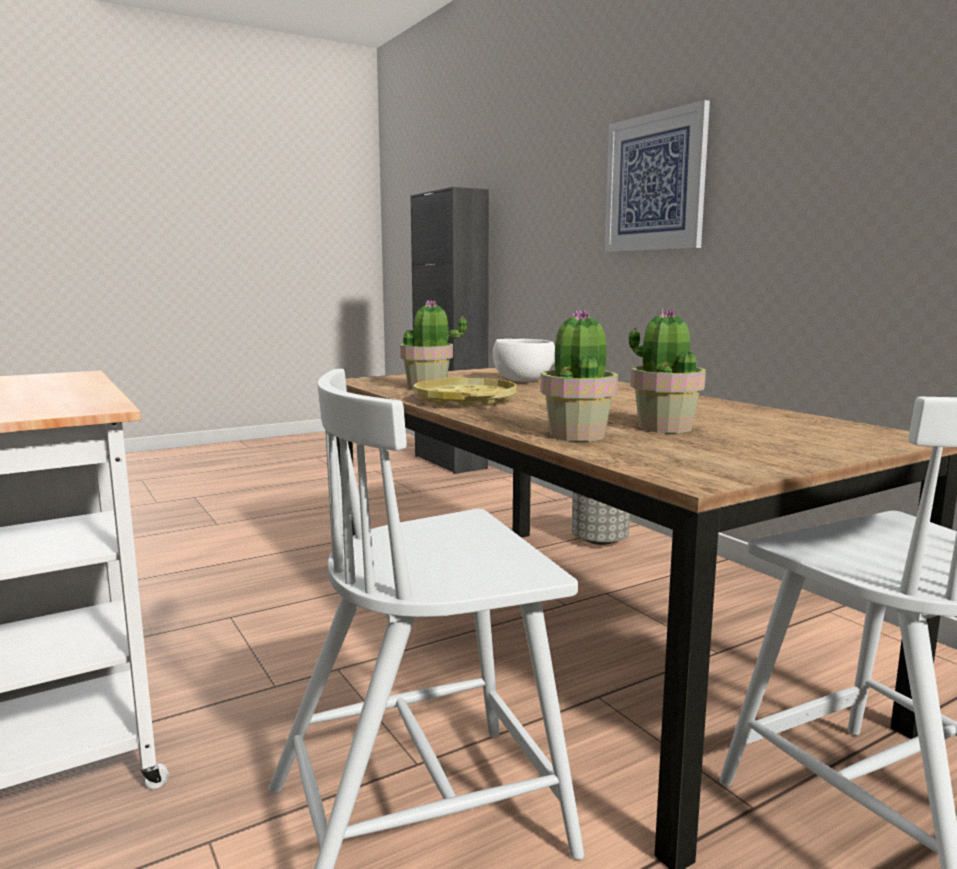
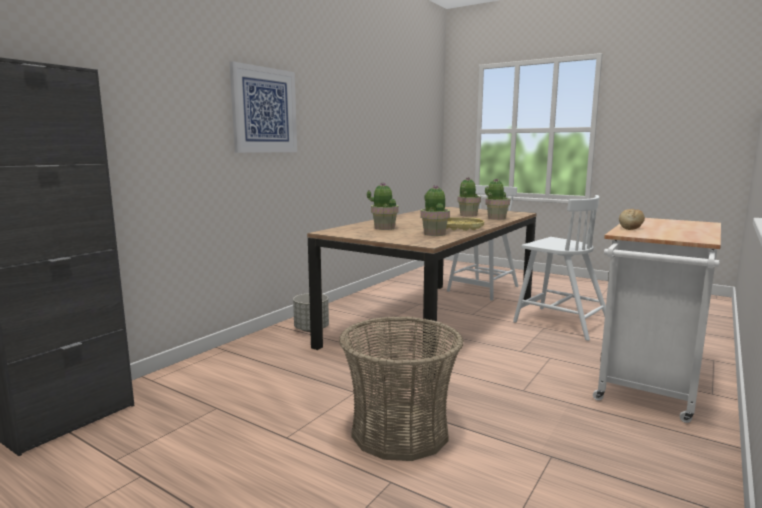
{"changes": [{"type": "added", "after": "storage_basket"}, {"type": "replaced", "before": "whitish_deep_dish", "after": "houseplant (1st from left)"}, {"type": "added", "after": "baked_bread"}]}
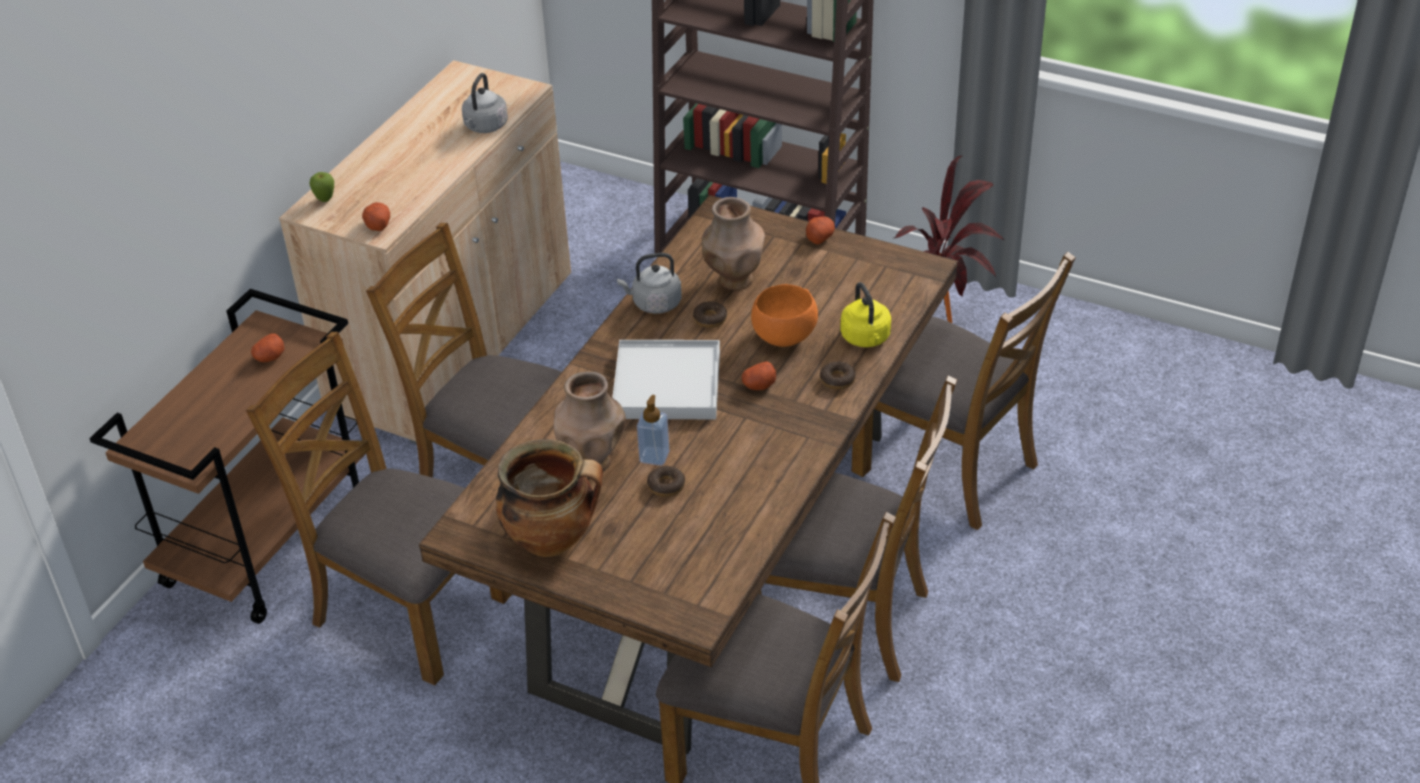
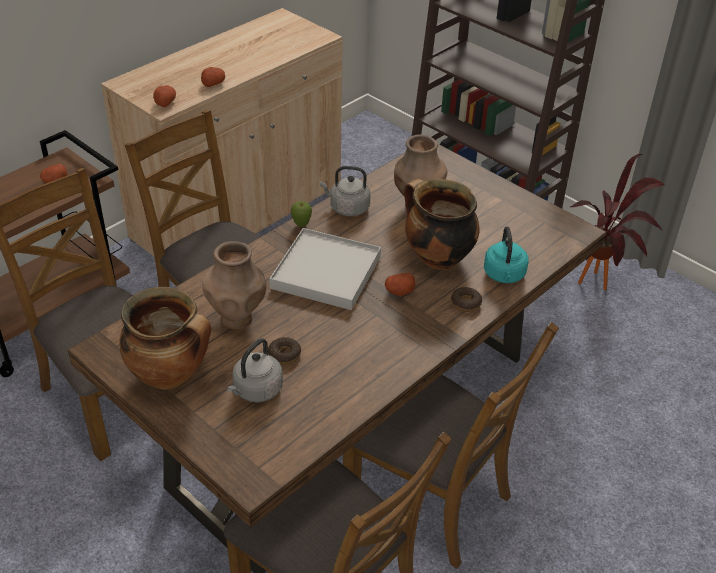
{"changes": [{"type": "moved", "before": "whole_potato (4th from left in the first image)", "after": "whole_potato (3rd from left)"}, {"type": "moved", "before": "grey_kettle (1st from left)"}, {"type": "moved", "before": "apple_fruit"}, {"type": "replaced", "before": "orangey_deep_dish", "after": "stockpot (2nd from left)"}, {"type": "recoloured", "before": "yellowish_kettle", "after": "blue-green_kettle"}, {"type": "removed", "before": "soap_dispenser"}, {"type": "removed", "before": "ring_doughnut (2nd from left)"}, {"type": "removed", "before": "brown_upright_chair (5th from left)"}]}
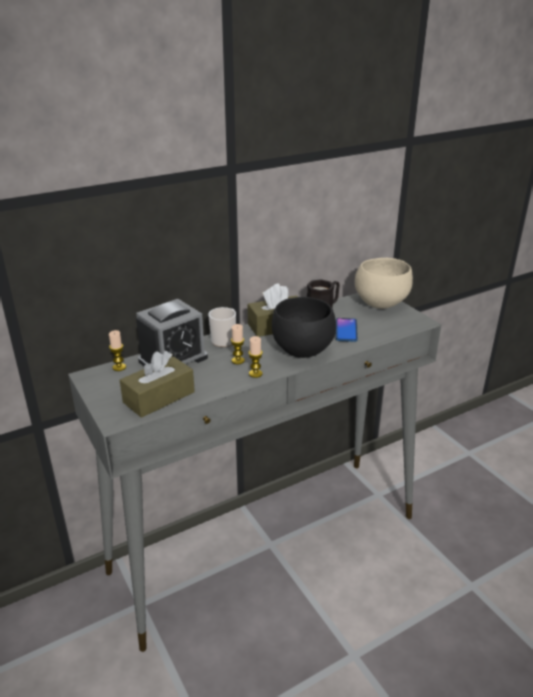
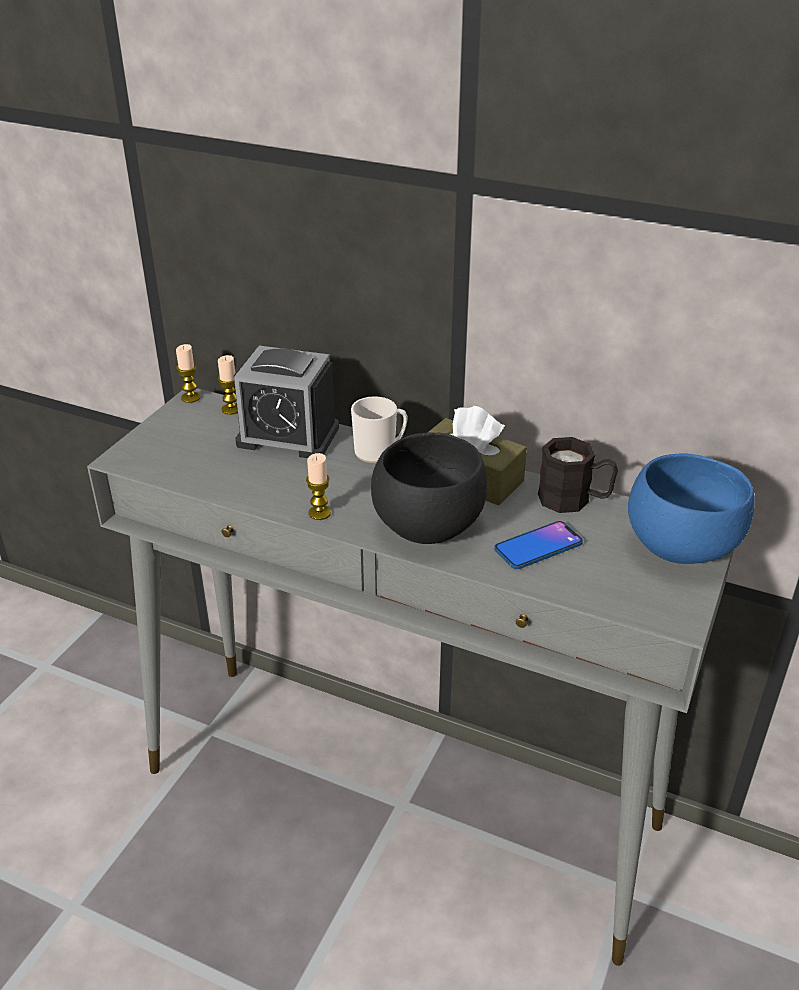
{"changes": [{"type": "moved", "before": "wax_candle (2nd from left in the first image)", "after": "wax_candle (1st from left)"}, {"type": "recoloured", "before": "sand-coloured_deep_dish", "after": "blue-coloured_deep_dish"}, {"type": "removed", "before": "brown_box_of_tissues (1st from left)"}]}
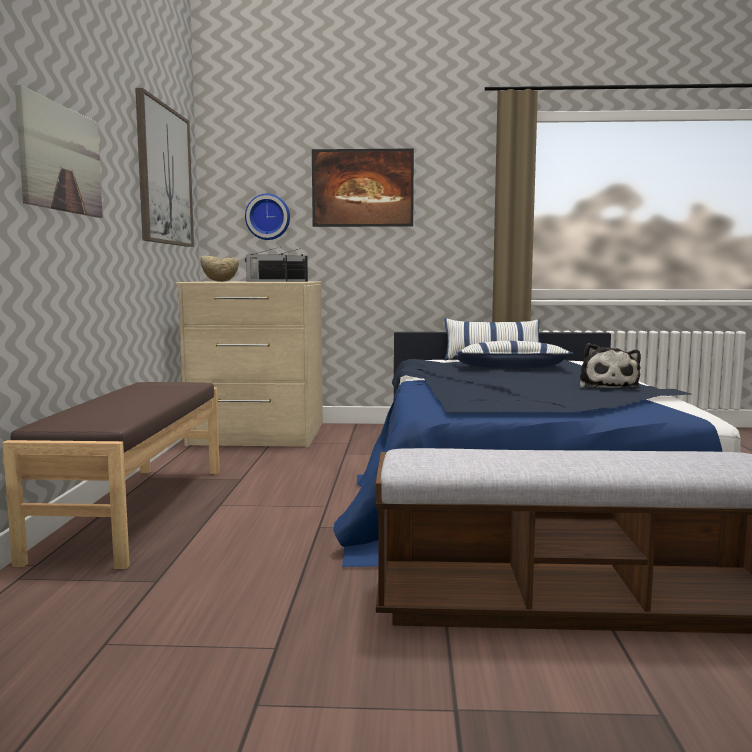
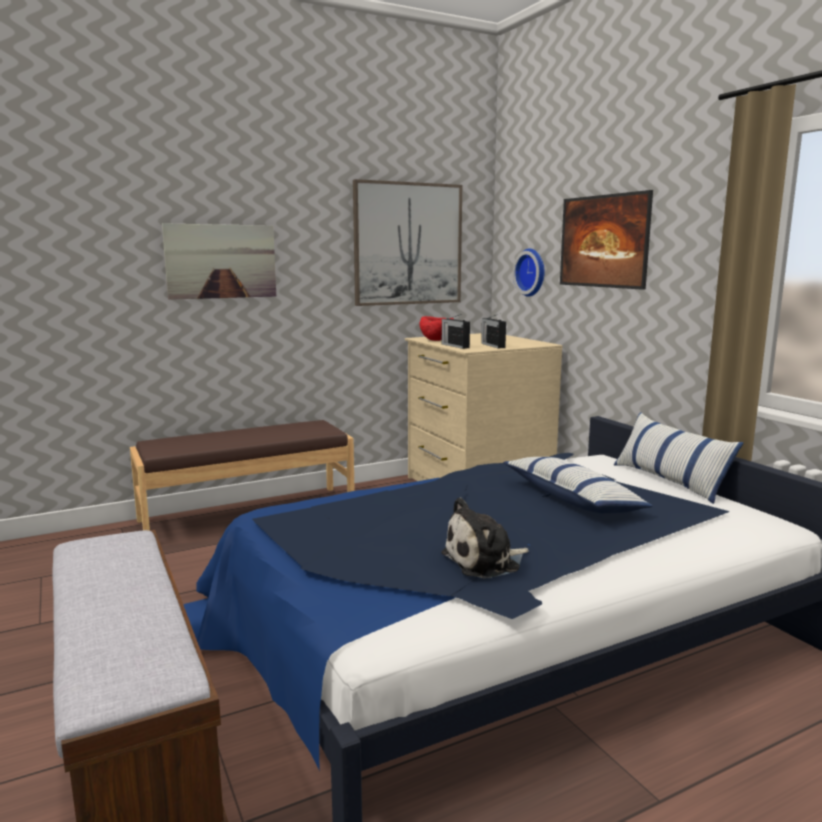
{"changes": [{"type": "recoloured", "before": "sand-coloured_deep_dish", "after": "red_deep_dish"}]}
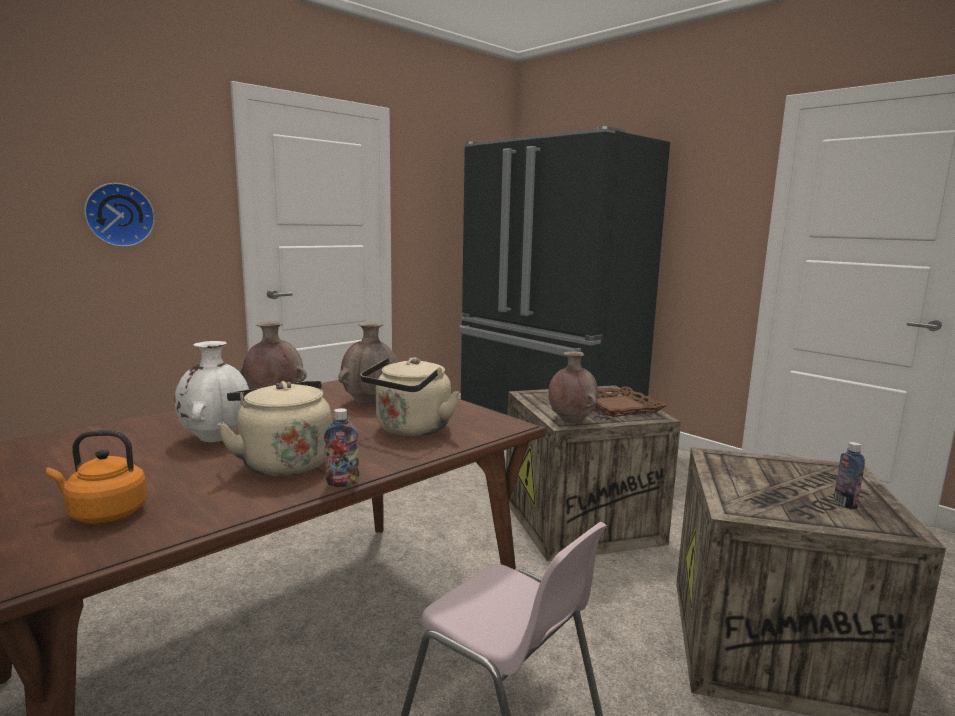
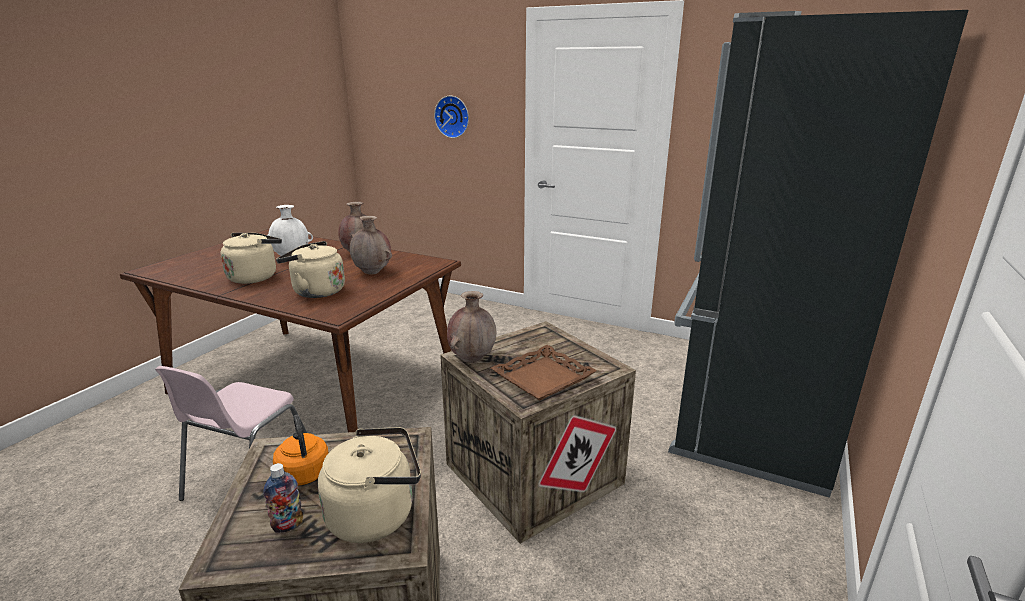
{"changes": [{"type": "moved", "before": "orangey_kettle"}, {"type": "added", "after": "sand-coloured_kettle (3rd from left)"}, {"type": "removed", "before": "beverage_bottle (1st from left)"}]}
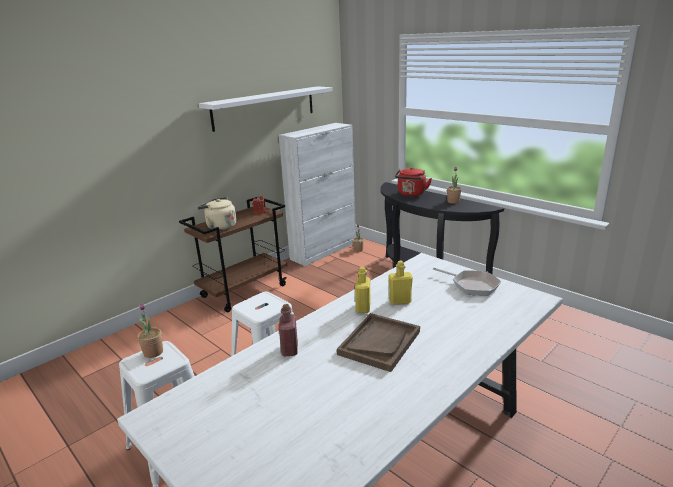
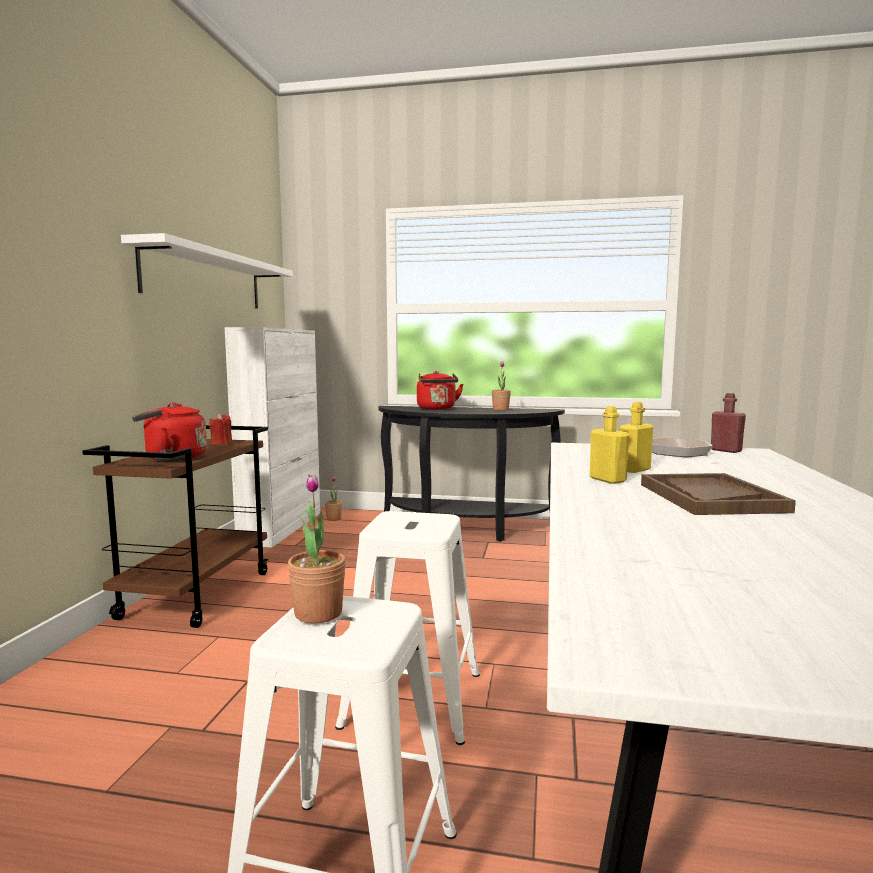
{"changes": [{"type": "recoloured", "before": "sand-coloured_kettle", "after": "red_kettle (1st from left)"}, {"type": "moved", "before": "red_beverage_bottle"}]}
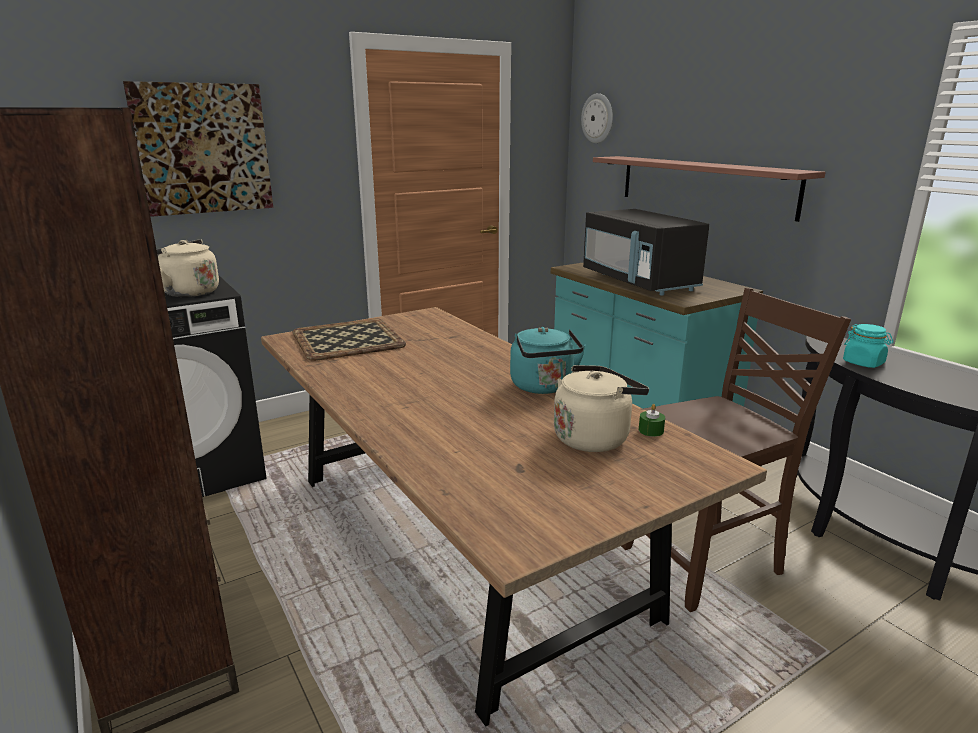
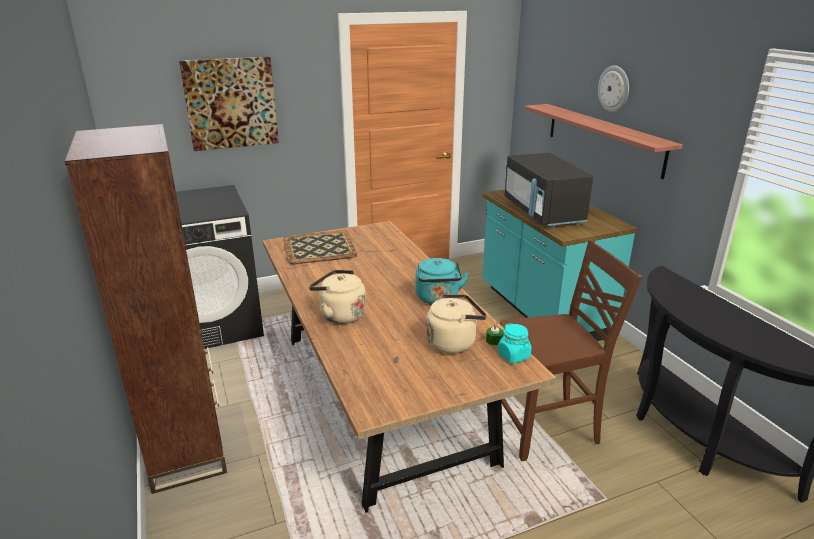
{"changes": [{"type": "moved", "before": "sand-coloured_kettle (1st from left)"}, {"type": "moved", "before": "blue-green_preserve_jar"}, {"type": "moved", "before": "clock_on_the_wall"}]}
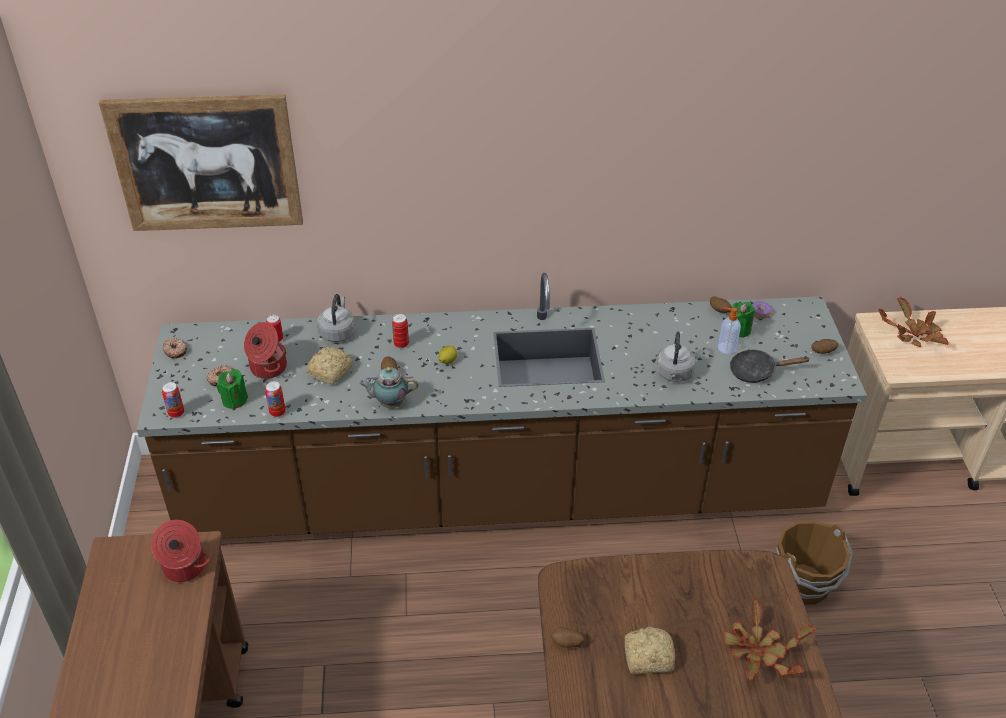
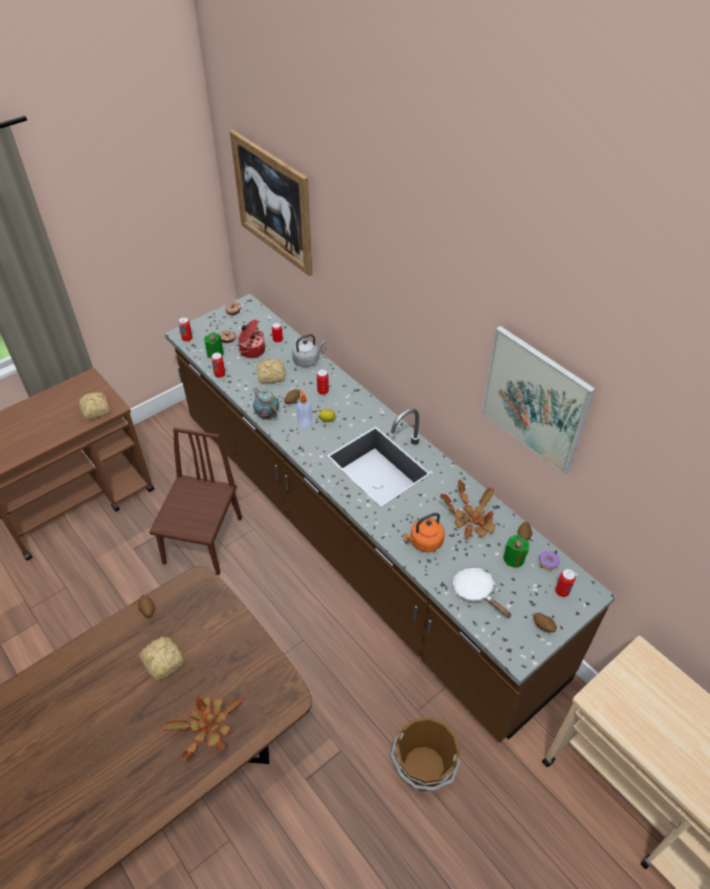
{"changes": [{"type": "replaced", "before": "stockpot (1st from left)", "after": "baked_bread (1st from left)"}, {"type": "added", "after": "brown_upright_chair"}, {"type": "moved", "before": "soap_dispenser"}, {"type": "recoloured", "before": "grey_kettle (2nd from left)", "after": "orangey_kettle"}, {"type": "moved", "before": "houseplant (2nd from left)"}, {"type": "recoloured", "before": "black_pan", "after": "whitish_pan"}, {"type": "added", "after": "picture (2nd from left)"}, {"type": "added", "after": "can (5th from left)"}]}
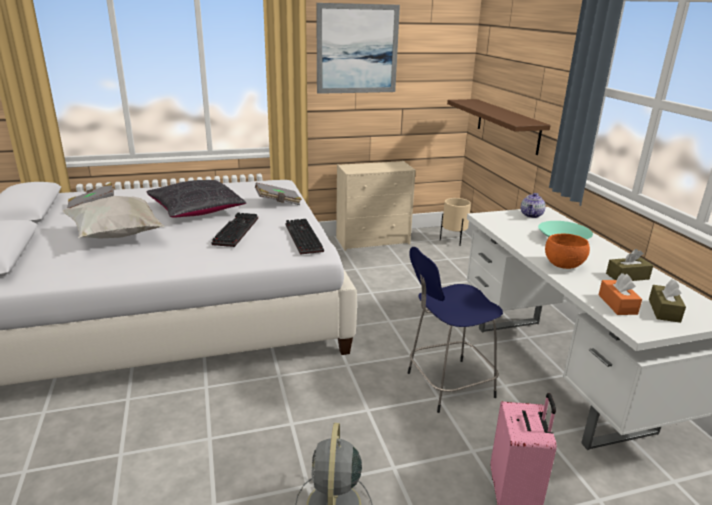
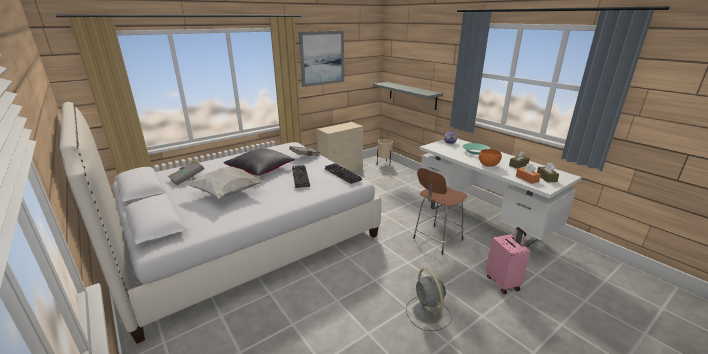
{"changes": [{"type": "recoloured", "before": "brown_wall_shelf", "after": "grey_wall_shelf"}, {"type": "recoloured", "before": "blue-coloured_stool", "after": "brown_stool"}]}
